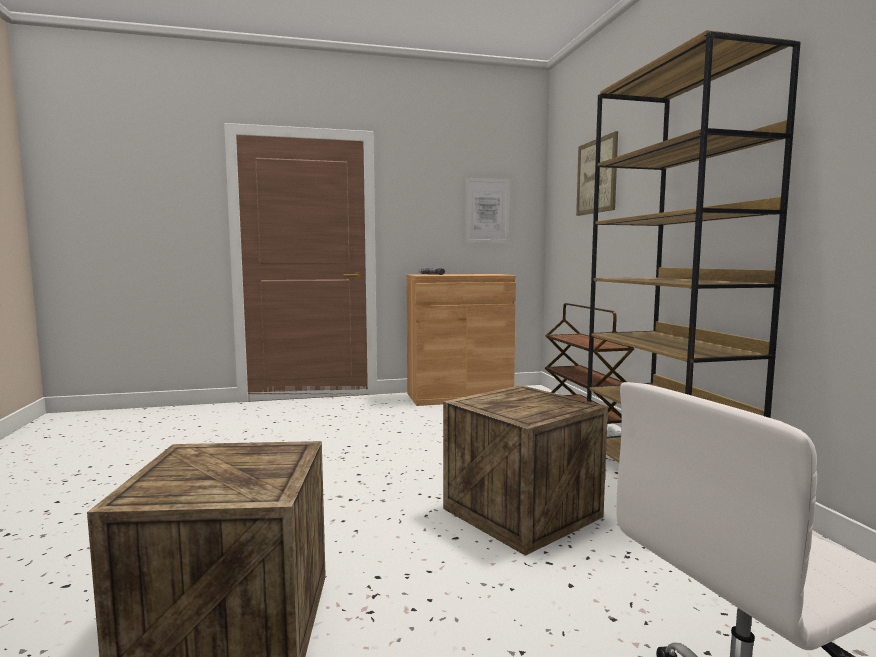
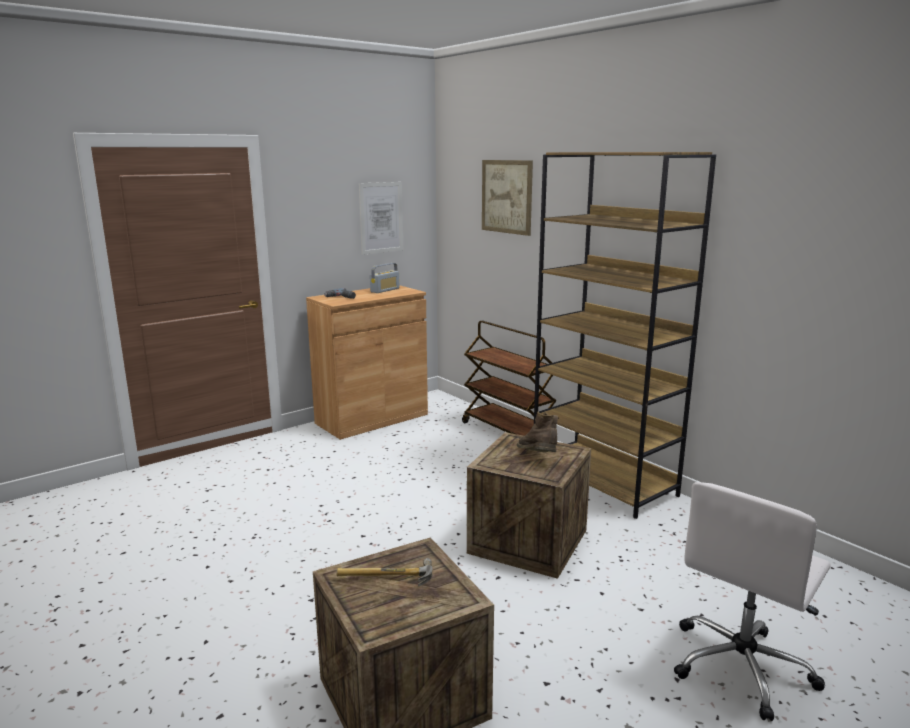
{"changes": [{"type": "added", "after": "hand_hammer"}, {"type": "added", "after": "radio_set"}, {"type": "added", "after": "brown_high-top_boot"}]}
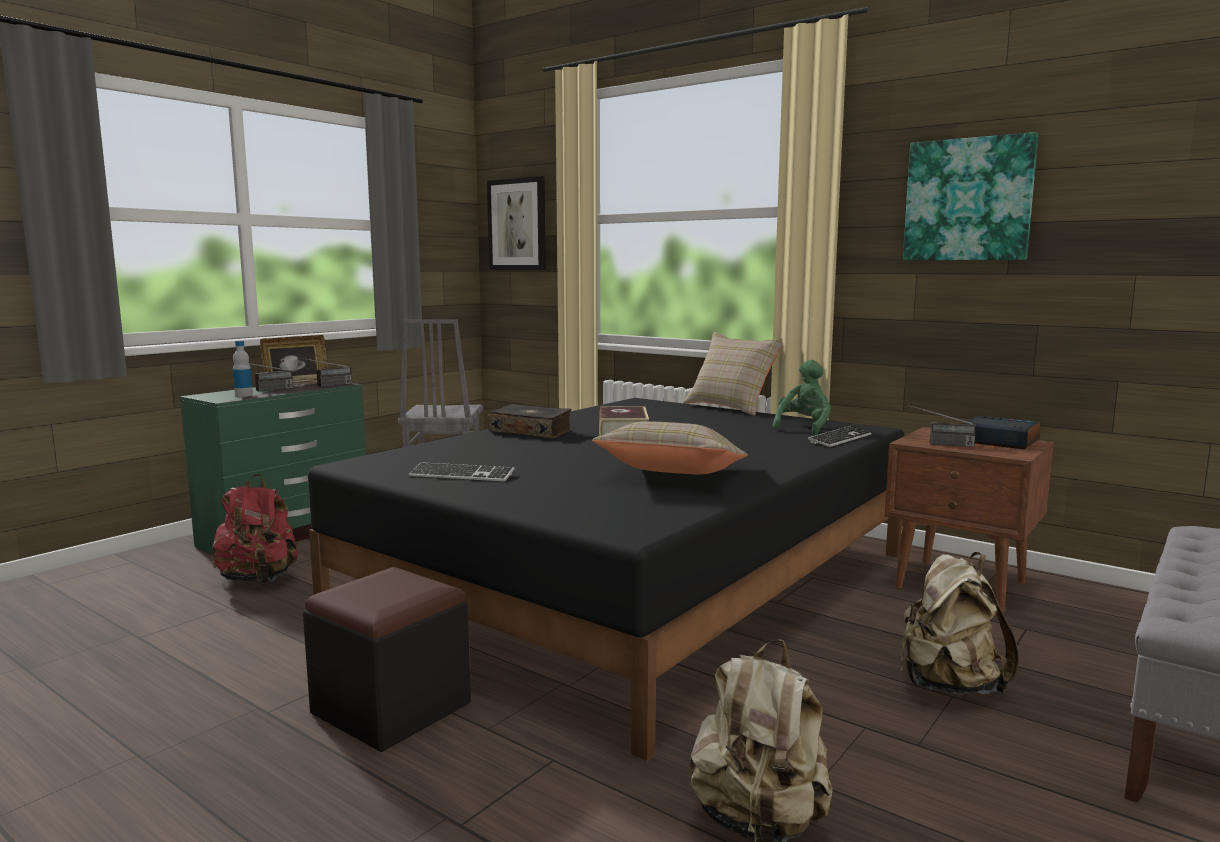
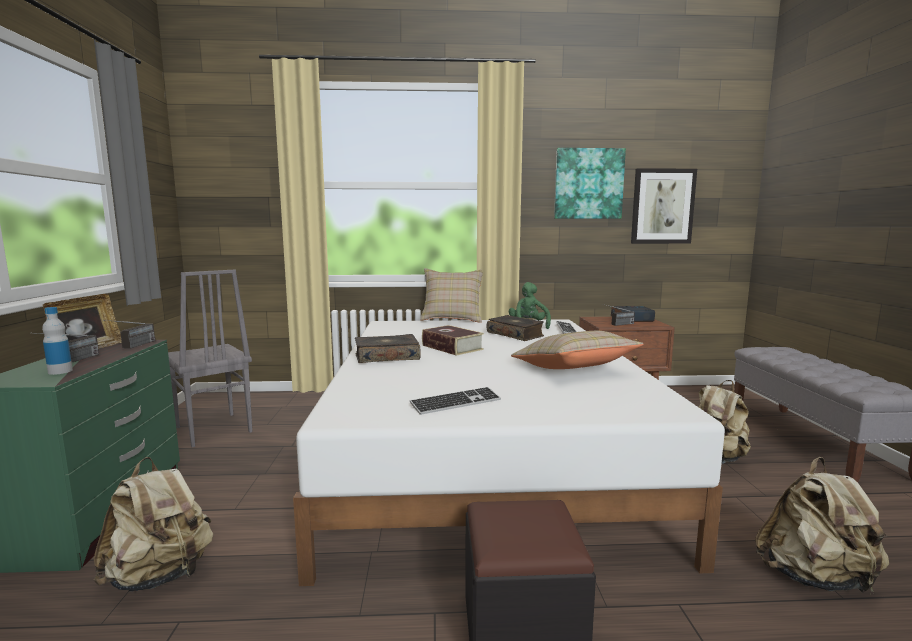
{"changes": [{"type": "recoloured", "before": "red_backpack", "after": "sand-coloured_backpack (1st from left)"}, {"type": "recoloured", "before": "black_sleeping_bed", "after": "whitish_sleeping_bed"}, {"type": "added", "after": "bound_book (3rd from left)"}, {"type": "moved", "before": "picture (1st from left in the first image)", "after": "picture (2nd from left)"}]}
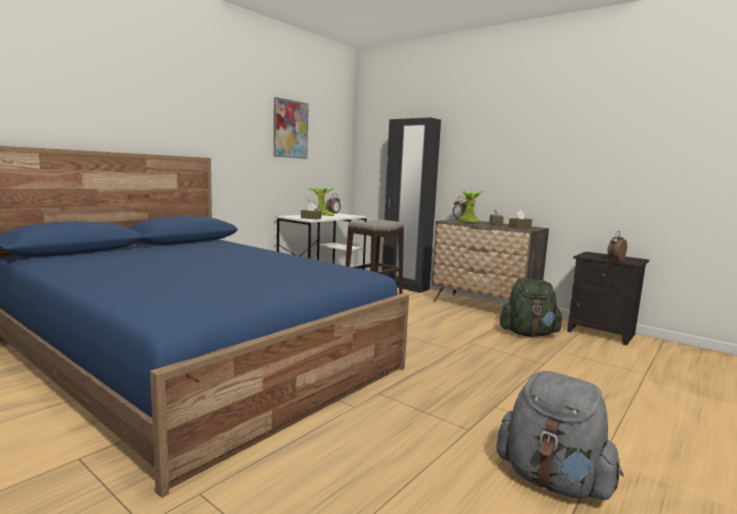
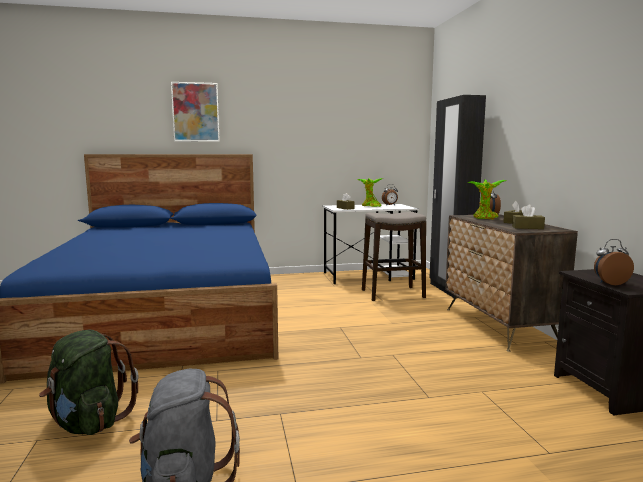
{"changes": [{"type": "moved", "before": "green_backpack"}, {"type": "moved", "before": "picture"}]}
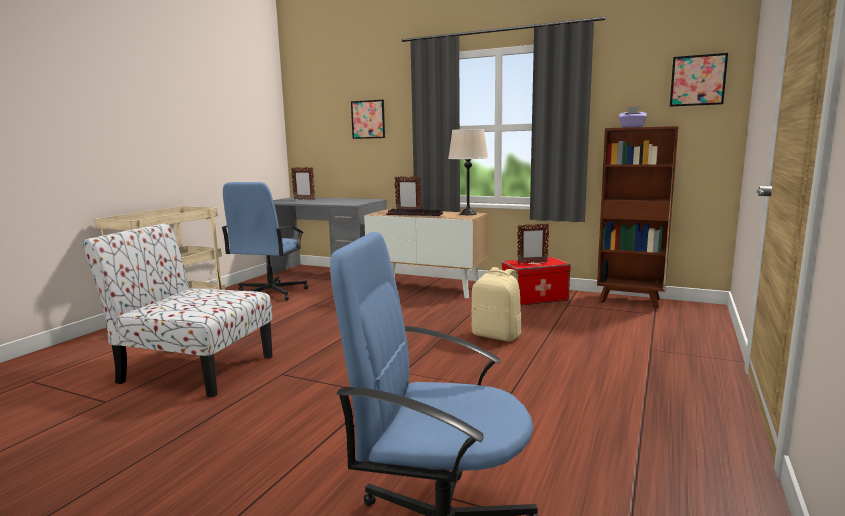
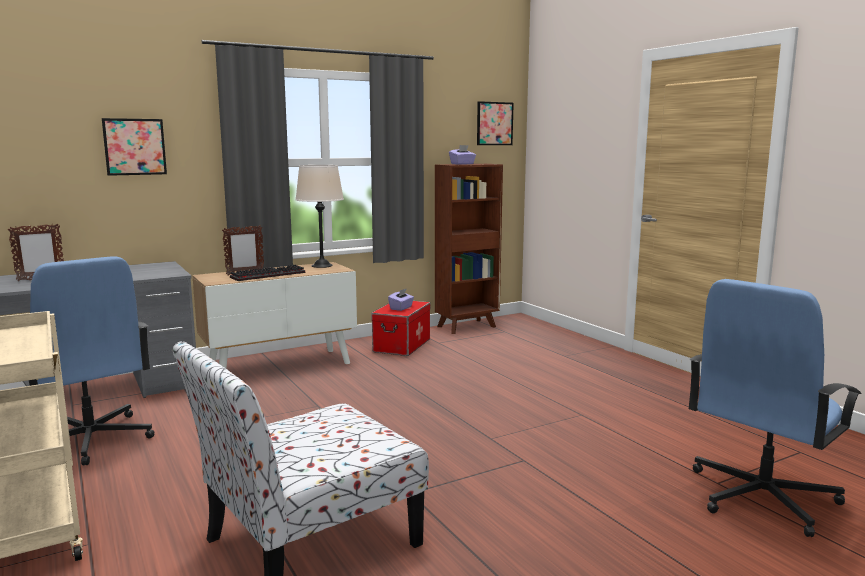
{"changes": [{"type": "replaced", "before": "photo_frame (3rd from left)", "after": "purplish_box_of_tissues (1st from left)"}, {"type": "removed", "before": "sand-coloured_backpack"}]}
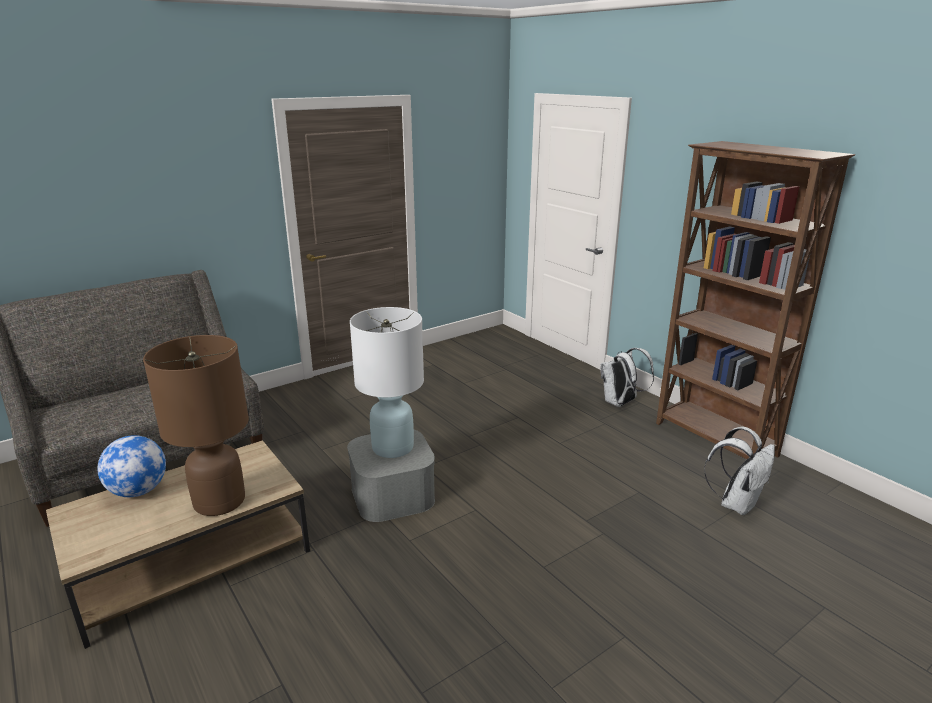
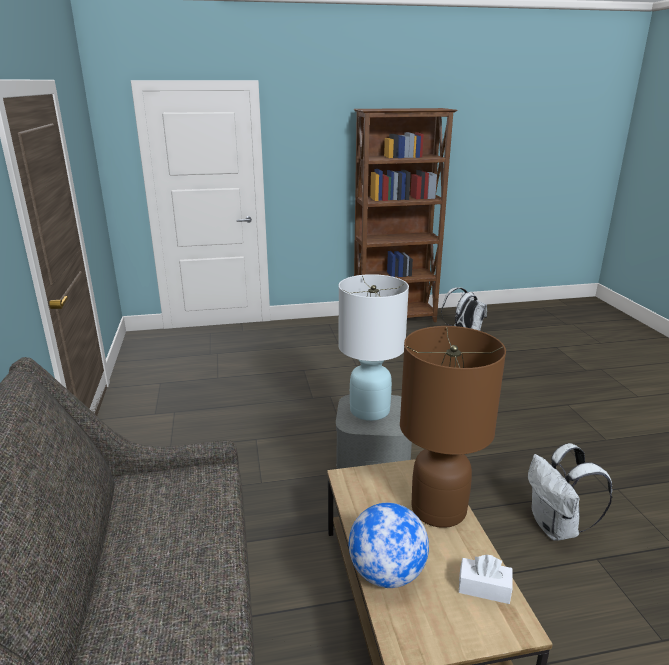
{"changes": [{"type": "added", "after": "whitish_box_of_tissues"}, {"type": "moved", "before": "whitish_backpack (1st from left in the first image)", "after": "whitish_backpack (2nd from left)"}]}
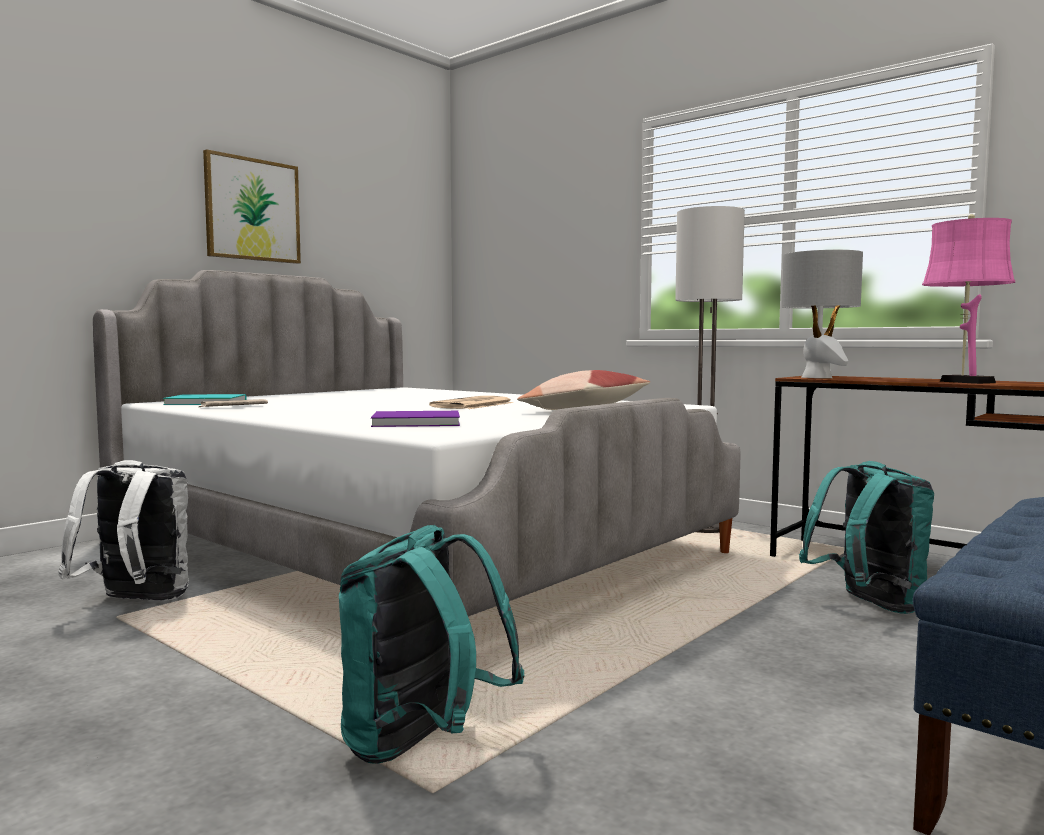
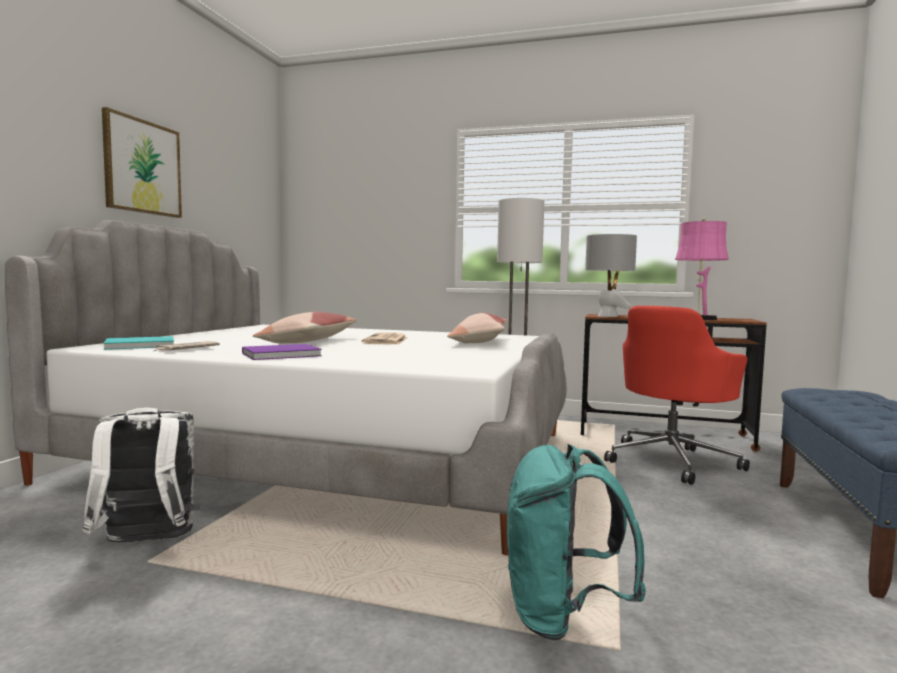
{"changes": [{"type": "moved", "before": "purplish_bound_book"}, {"type": "added", "after": "throw_pillow (1st from left)"}, {"type": "replaced", "before": "blue-green_backpack (2nd from left)", "after": "red_desk_chair"}]}
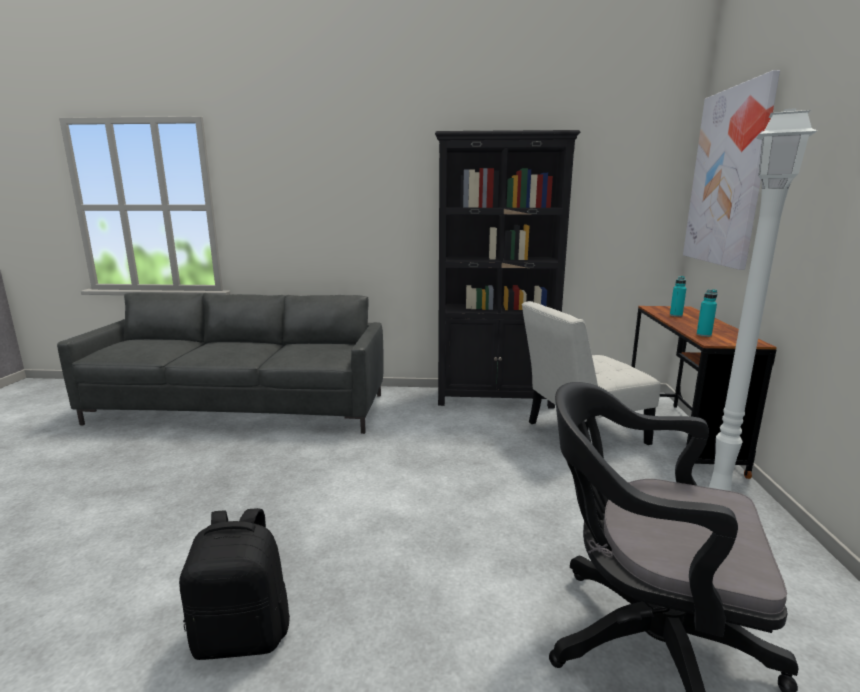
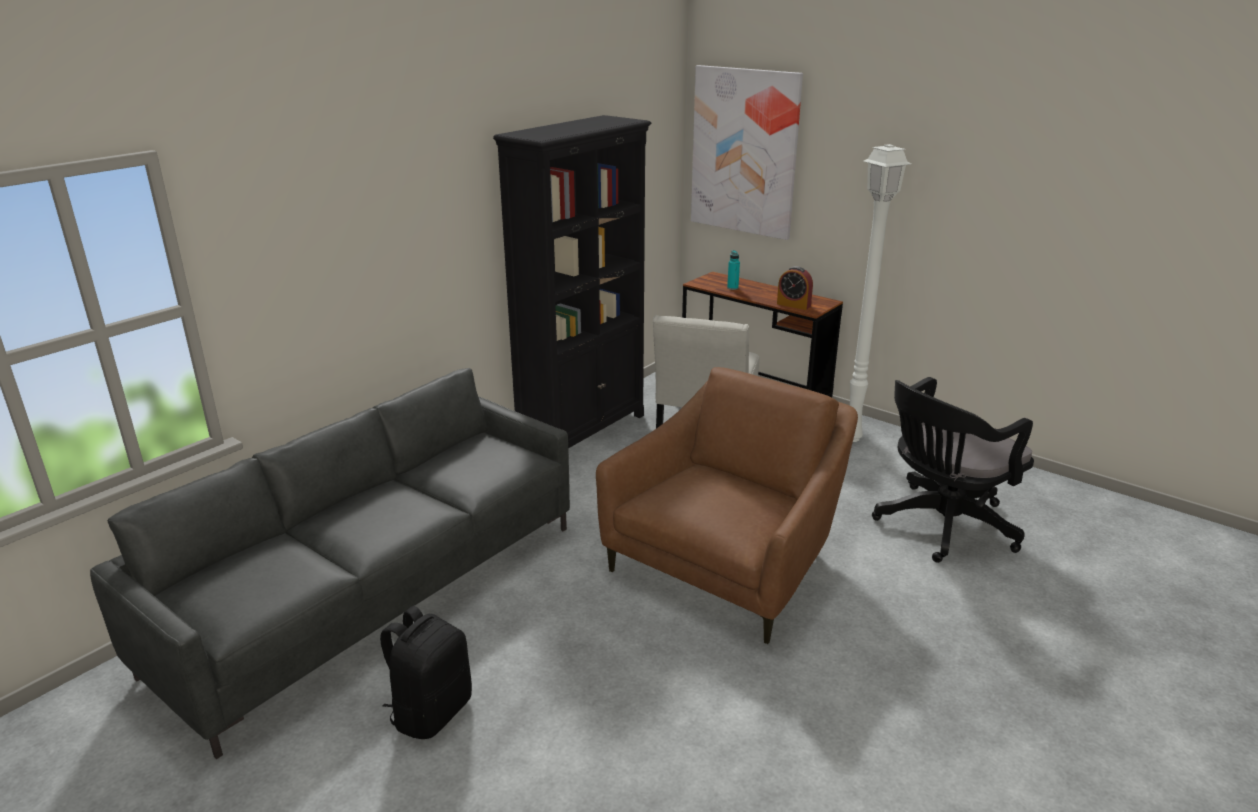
{"changes": [{"type": "moved", "before": "black_backpack"}, {"type": "added", "after": "brown_easy_chair"}, {"type": "replaced", "before": "blue-green_beverage_bottle (2nd from left)", "after": "table_clock"}]}
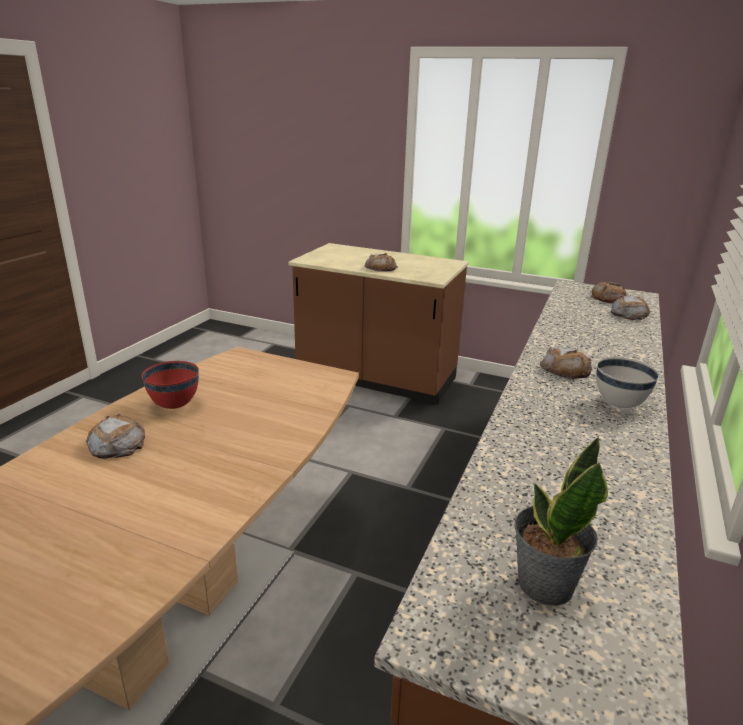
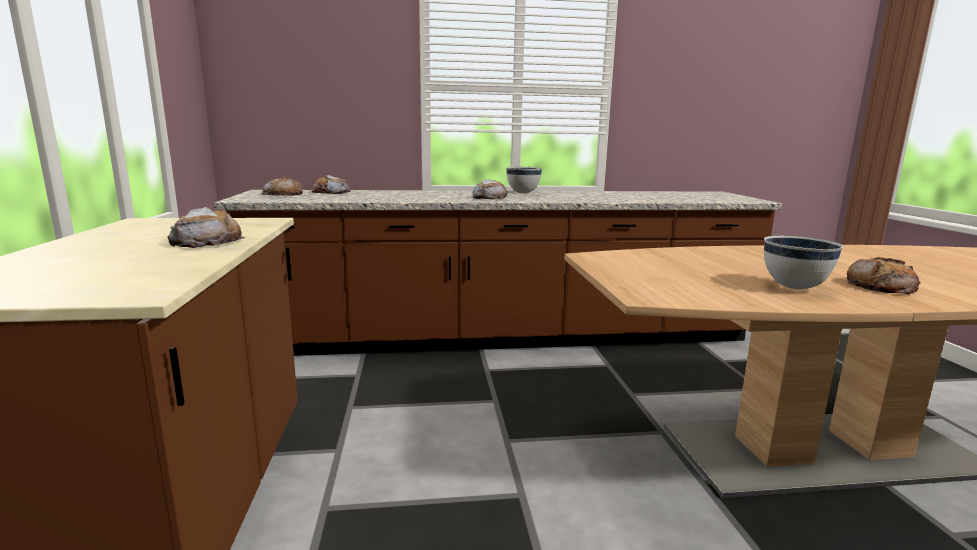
{"changes": [{"type": "recoloured", "before": "red_deep_dish", "after": "whitish_deep_dish (2nd from left)"}, {"type": "removed", "before": "houseplant"}]}
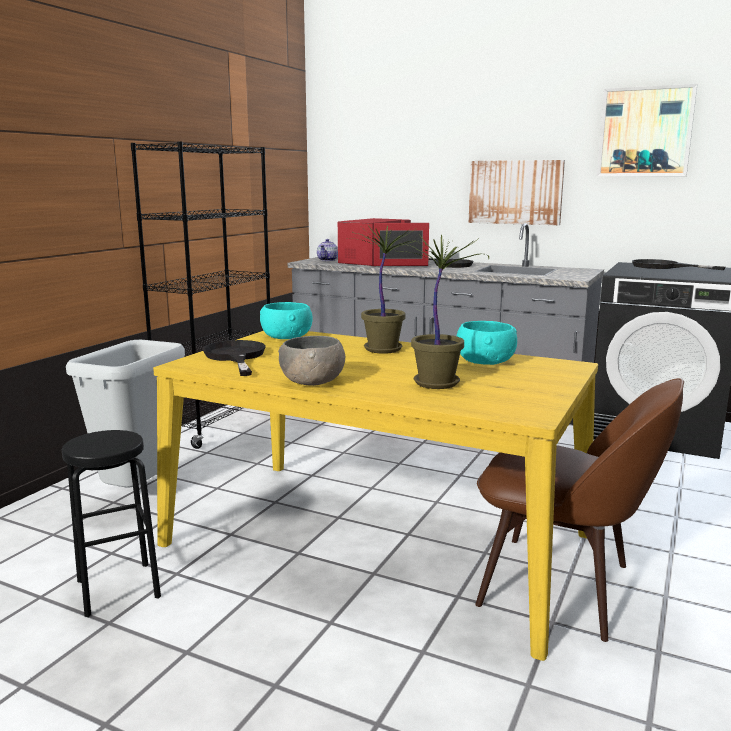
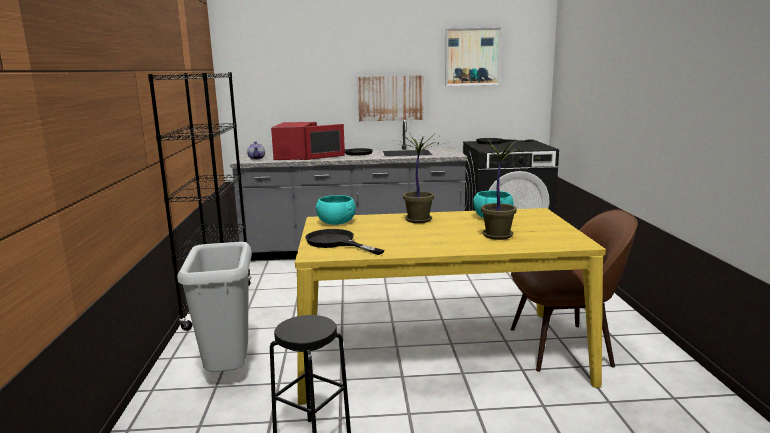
{"changes": [{"type": "removed", "before": "grey_deep_dish"}]}
